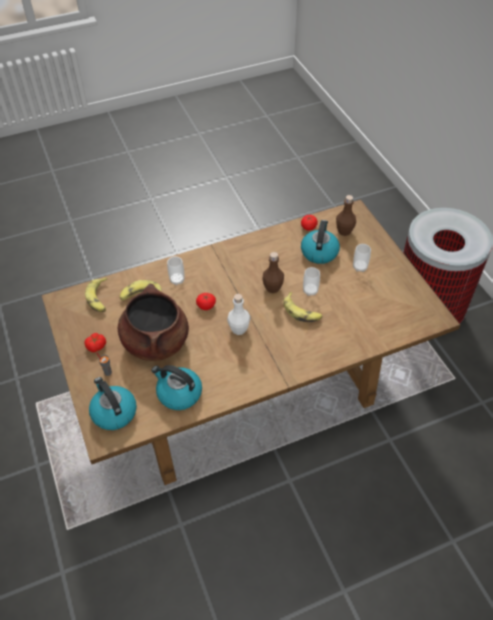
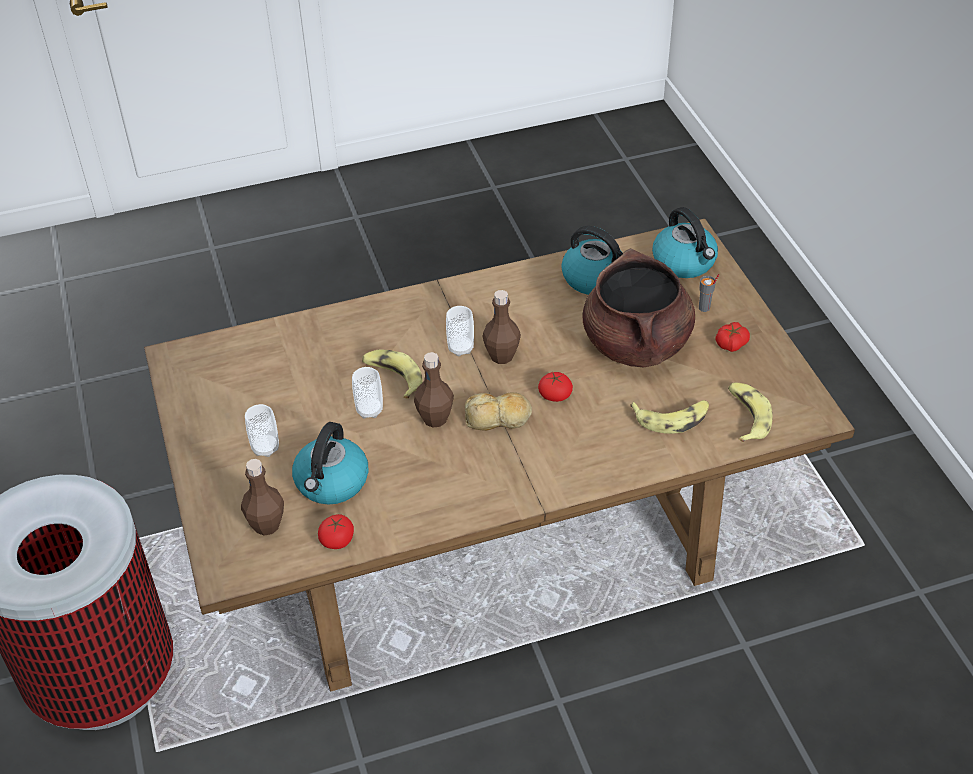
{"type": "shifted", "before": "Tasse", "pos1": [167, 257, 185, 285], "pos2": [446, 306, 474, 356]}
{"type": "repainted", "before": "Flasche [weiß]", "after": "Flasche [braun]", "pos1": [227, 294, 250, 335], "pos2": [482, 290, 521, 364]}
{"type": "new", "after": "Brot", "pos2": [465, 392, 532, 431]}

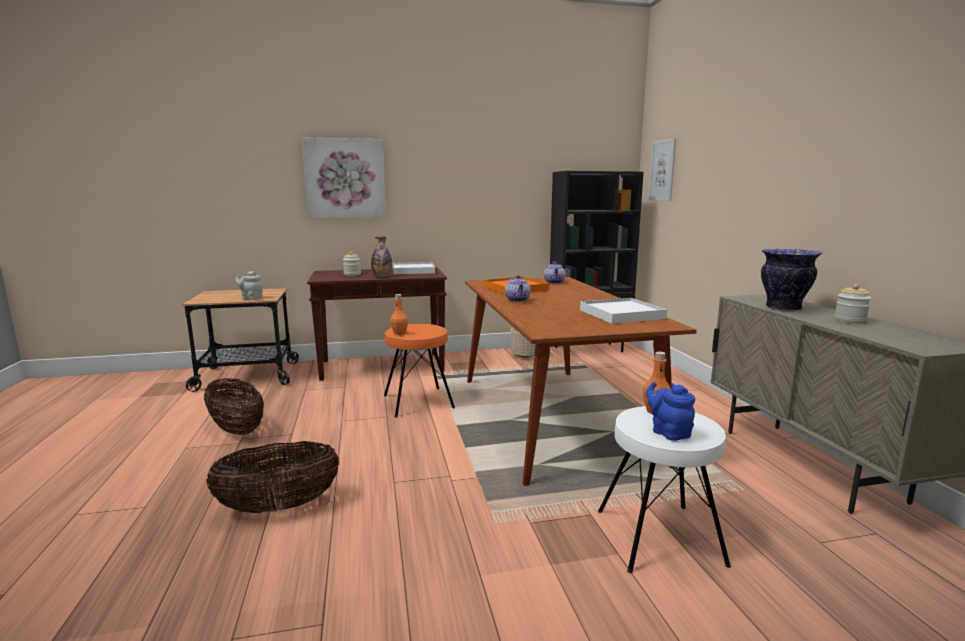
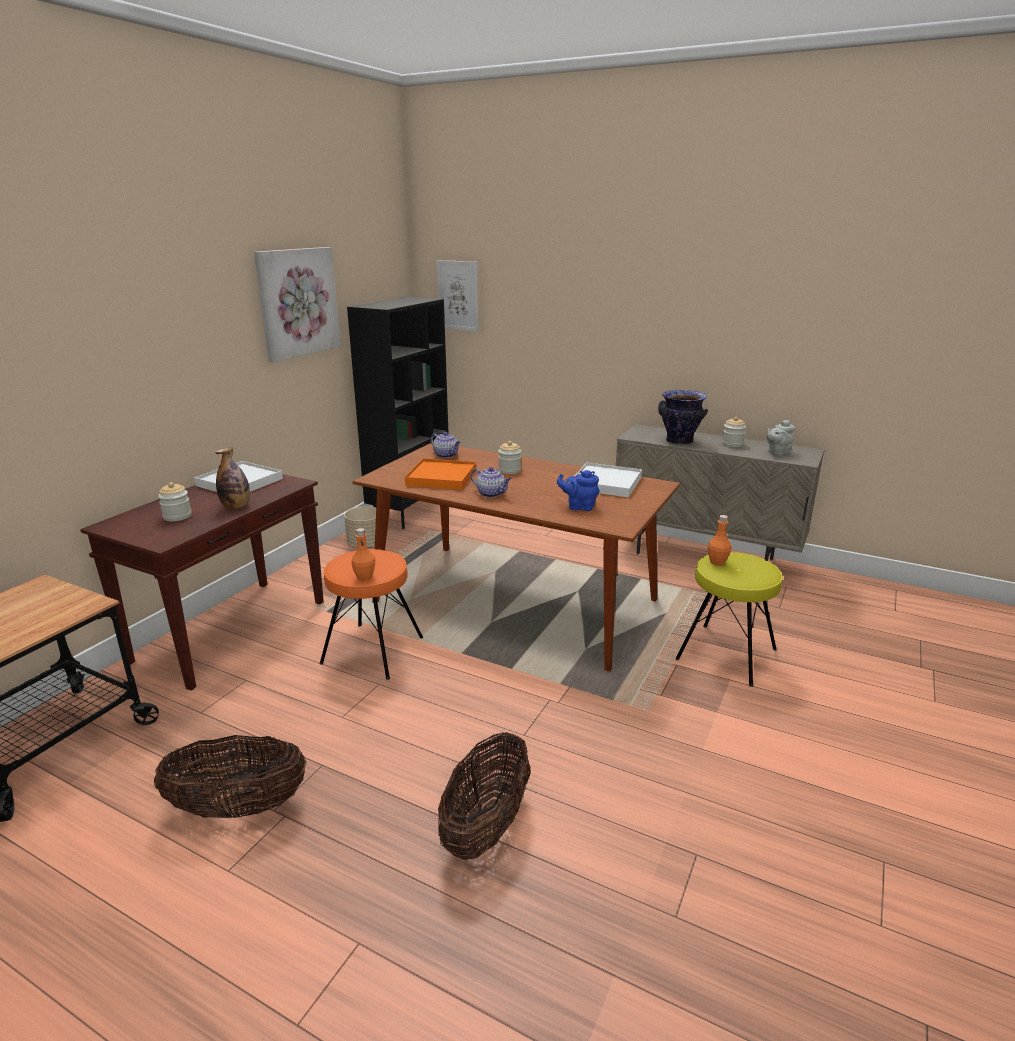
{"type": "shifted", "before": "Bild", "pos1": [302, 137, 386, 219], "pos2": [254, 247, 341, 363]}
{"type": "shifted", "before": "Teekanne [grau]", "pos1": [235, 271, 263, 300], "pos2": [767, 420, 795, 456]}
{"type": "shifted", "before": "Teekanne [blau]", "pos1": [646, 382, 695, 441], "pos2": [557, 470, 600, 511]}
{"type": "repainted", "before": "Hocker [weiß]", "after": "Hocker [gelb]", "pos1": [598, 406, 731, 573], "pos2": [676, 552, 782, 687]}
{"type": "new", "after": "Vorratsglas", "pos2": [498, 441, 521, 474]}

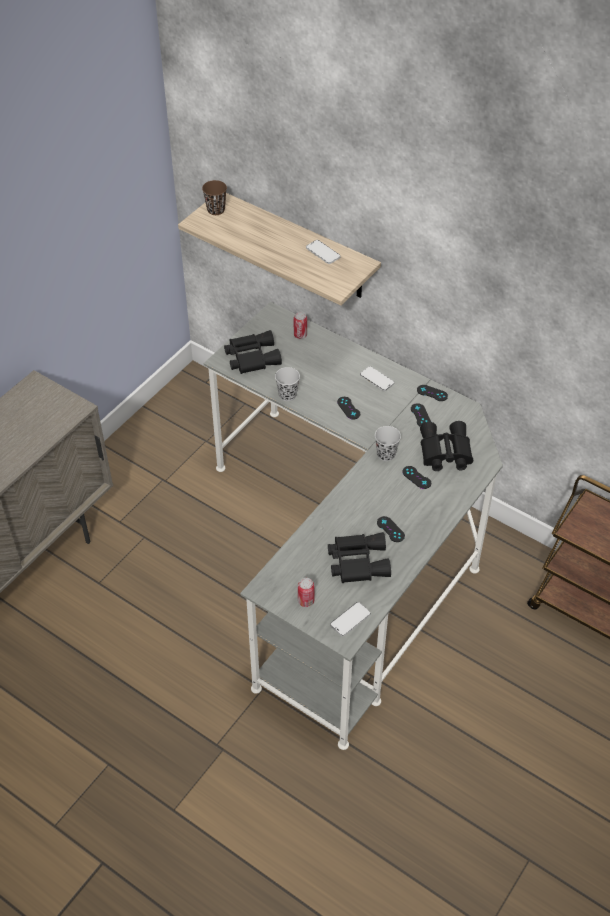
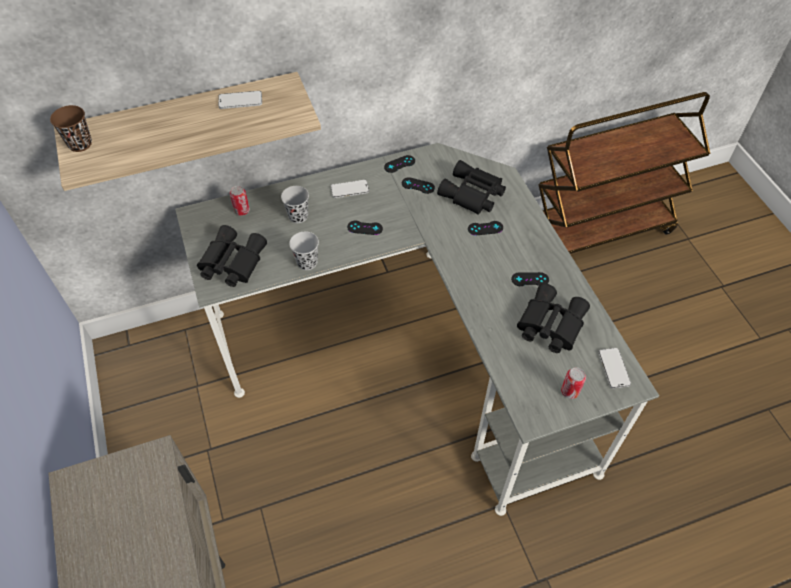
{"type": "shifted", "before": "Tasse [schwarz]", "pos1": [375, 426, 401, 461], "pos2": [281, 186, 309, 223]}

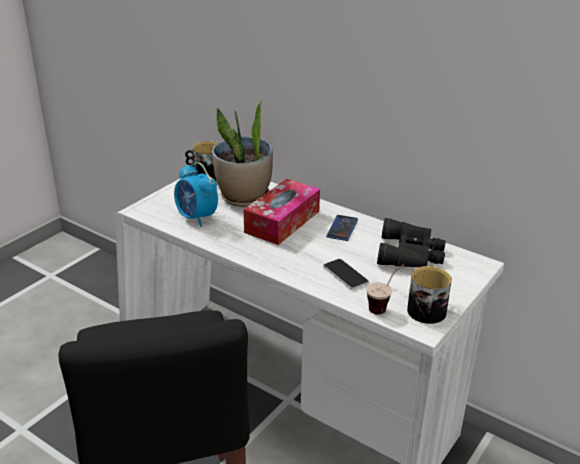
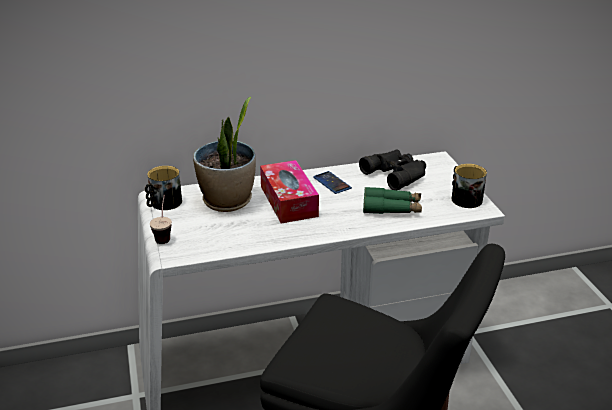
{"type": "gone", "before": "Wecker", "pos1": [174, 162, 218, 227]}
{"type": "swapped", "before": "Handy", "after": "Fernglas [grün]", "pos1": [323, 259, 369, 290], "pos2": [363, 187, 422, 214]}
{"type": "shifted", "before": "Tasse", "pos1": [366, 264, 405, 314], "pos2": [150, 195, 172, 244]}

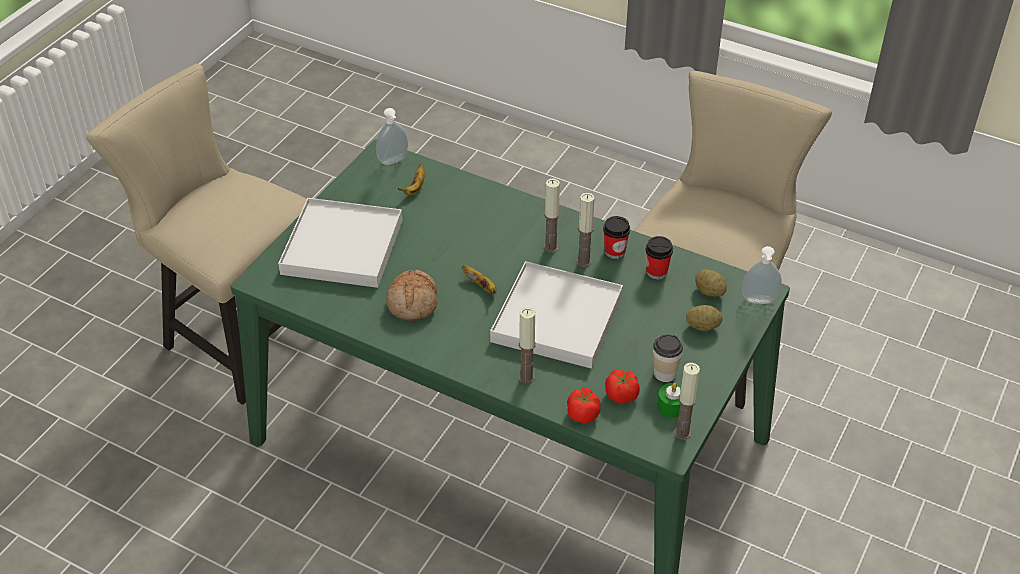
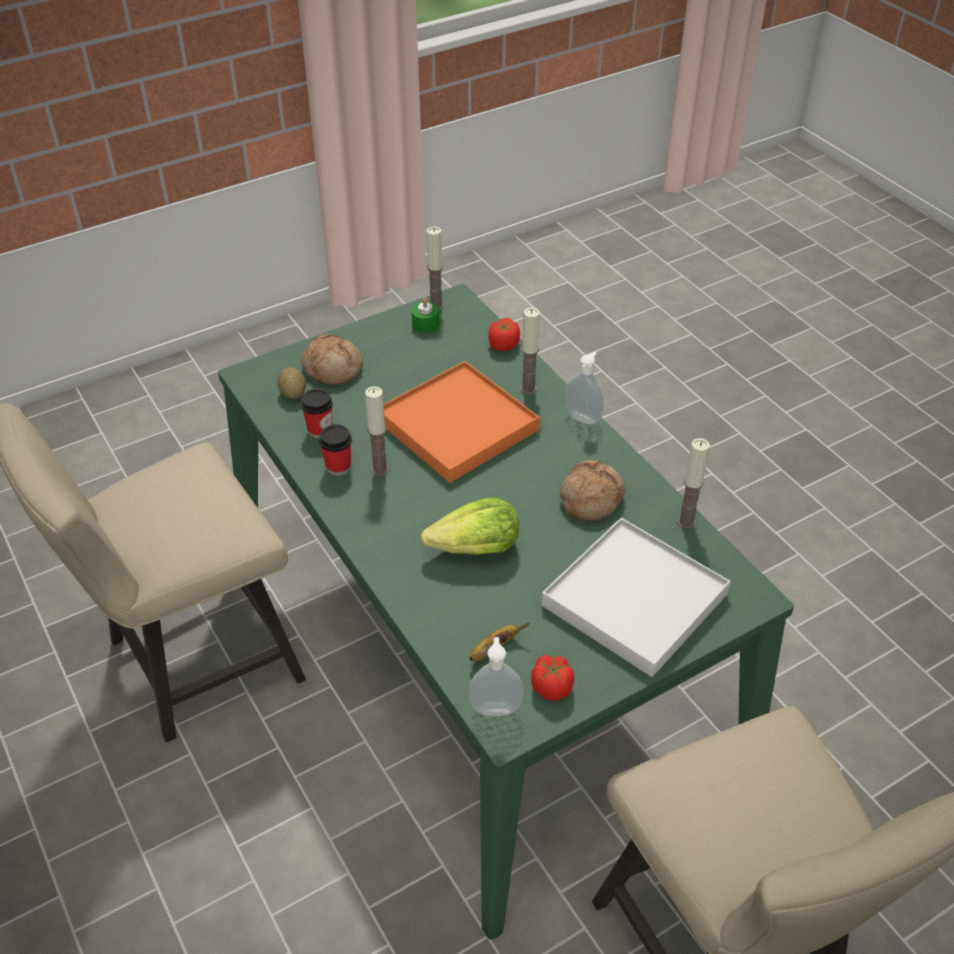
{"type": "shifted", "before": "Kerze", "pos1": [544, 179, 560, 253], "pos2": [677, 438, 710, 529]}
{"type": "shifted", "before": "Seifenspender", "pos1": [742, 246, 782, 304], "pos2": [565, 352, 604, 425]}
{"type": "repainted", "before": "Tablett [weiß]", "after": "Tablett [orange]", "pos1": [490, 261, 623, 369], "pos2": [384, 361, 540, 483]}
{"type": "gone", "before": "Banane", "pos1": [462, 265, 497, 294]}
{"type": "swapped", "before": "Kartoffel", "after": "Brot", "pos1": [686, 305, 723, 331], "pos2": [301, 334, 363, 385]}
{"type": "gone", "before": "Tasse", "pos1": [653, 334, 683, 382]}
{"type": "shifted", "before": "Tomate", "pos1": [605, 369, 640, 403], "pos2": [531, 655, 574, 701]}
{"type": "new", "after": "Salatkopf", "pos2": [421, 497, 519, 555]}

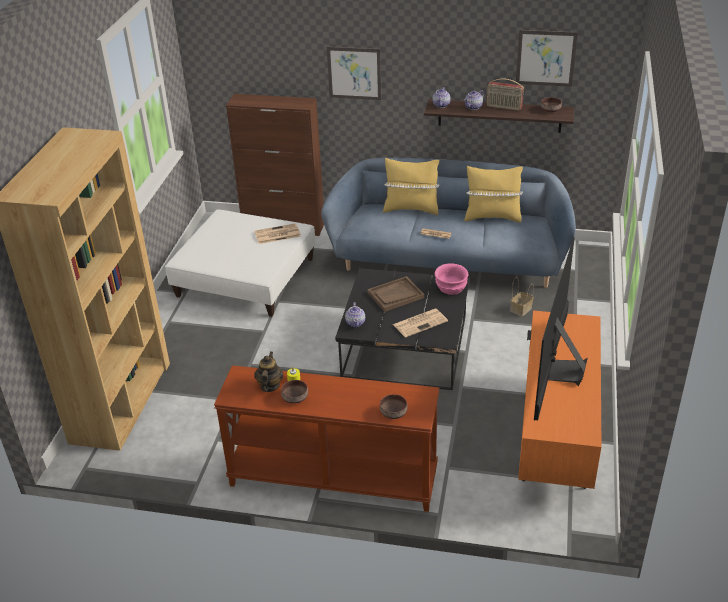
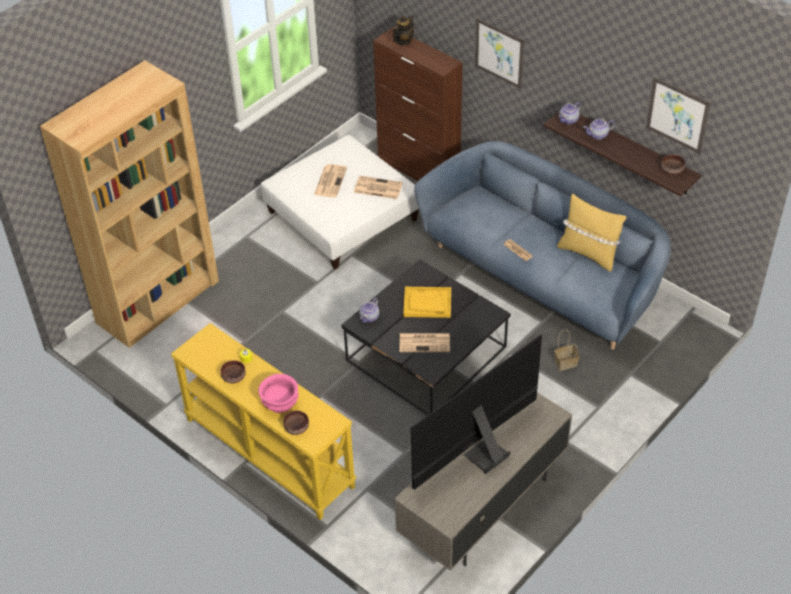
{"type": "gone", "before": "Radio", "pos1": [487, 79, 524, 111]}
{"type": "gone", "before": "Kissen [gelb]", "pos1": [383, 158, 439, 215]}
{"type": "shifted", "before": "Schüssel [rosa]", "pos1": [435, 263, 468, 295], "pos2": [258, 374, 299, 413]}
{"type": "repainted", "before": "Tablett [braun]", "after": "Tablett [gelb]", "pos1": [367, 276, 425, 312], "pos2": [403, 287, 451, 318]}
{"type": "repainted", "before": "Fernsehschrank [orange]", "after": "Fernsehschrank [grau]", "pos1": [518, 310, 602, 489], "pos2": [394, 393, 572, 571]}
{"type": "shifted", "before": "Teekanne", "pos1": [254, 352, 284, 392], "pos2": [393, 15, 414, 45]}
{"type": "repainted", "before": "Konsolentisch [braun]", "after": "Konsolentisch [gelb]", "pos1": [214, 365, 439, 512], "pos2": [171, 323, 356, 520]}
{"type": "new", "after": "Zeitung", "pos2": [314, 164, 347, 197]}

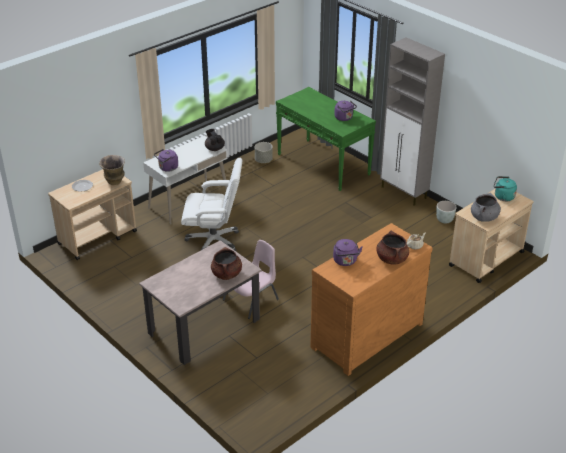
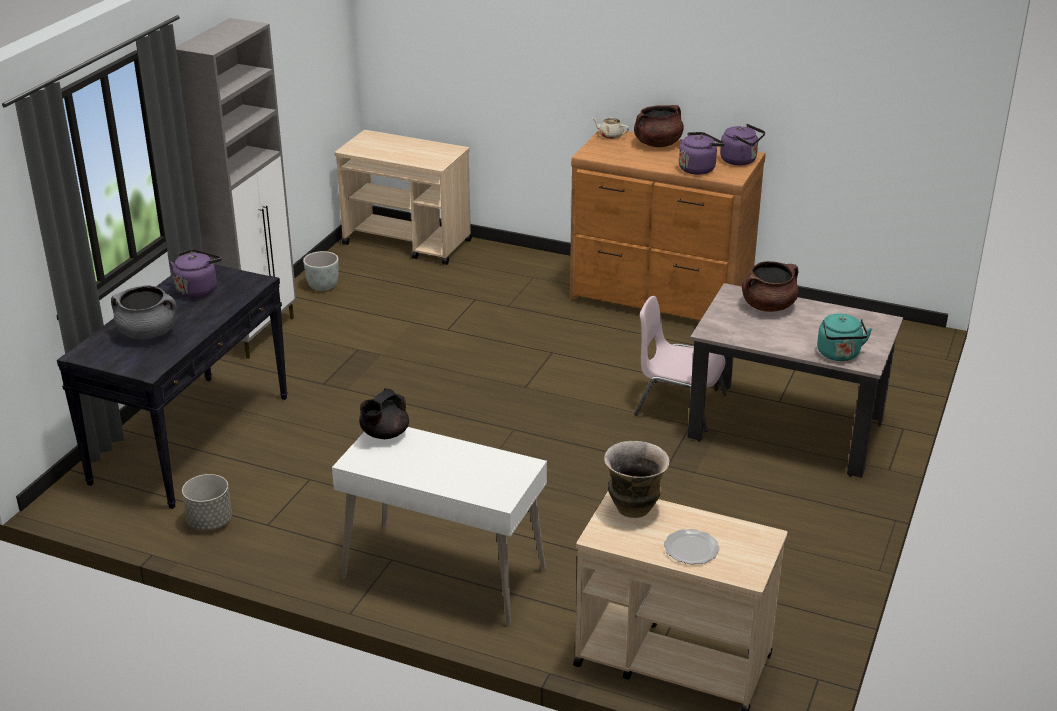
{"type": "repainted", "before": "Konsolentisch [grün]", "after": "Konsolentisch [schwarz]", "pos1": [276, 87, 376, 191], "pos2": [57, 264, 288, 509]}
{"type": "shifted", "before": "Wasserkessel [lila]", "pos1": [154, 149, 178, 172], "pos2": [720, 124, 765, 165]}
{"type": "gone", "before": "Bürostuhl [weiß]", "pos1": [181, 158, 242, 251]}
{"type": "shifted", "before": "Wasserkessel [türkis]", "pos1": [494, 176, 517, 201], "pos2": [817, 313, 872, 361]}
{"type": "shifted", "before": "Kochtopf [grau]", "pos1": [471, 193, 501, 222], "pos2": [111, 285, 177, 339]}

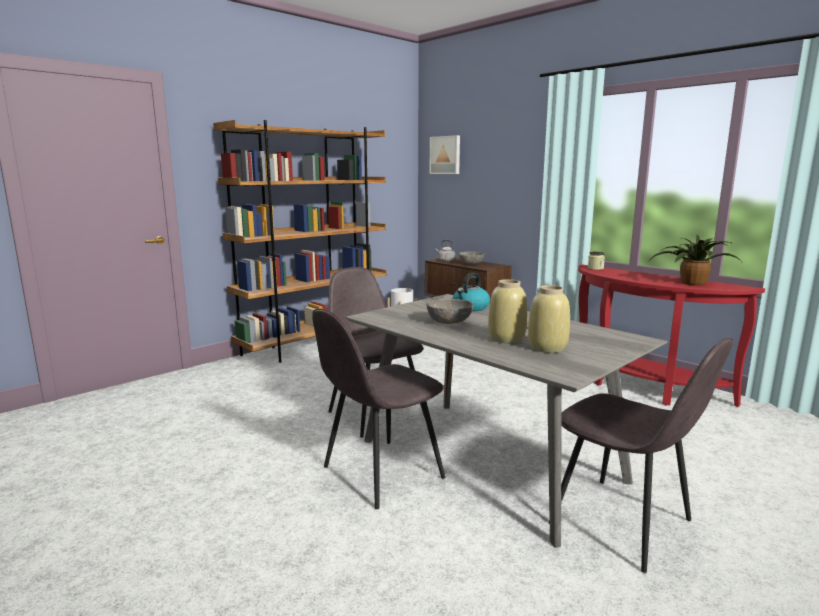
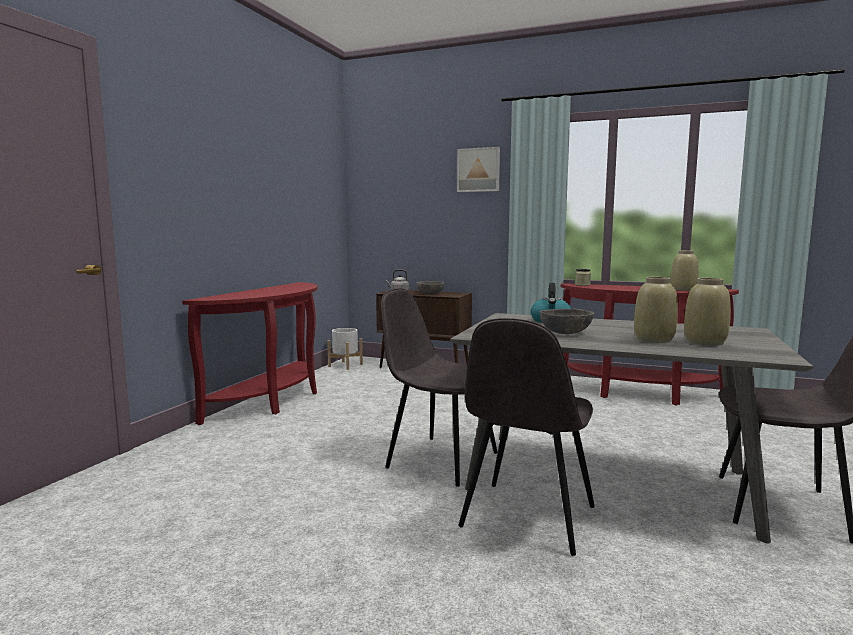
{"type": "swapped", "before": "Bücherregal [braun]", "after": "Konsolentisch [rot]", "pos1": [213, 120, 386, 363], "pos2": [182, 282, 317, 425]}
{"type": "shifted", "before": "Bild", "pos1": [429, 135, 460, 174], "pos2": [457, 147, 500, 192]}
{"type": "swapped", "before": "Topfpflanze", "after": "Vase [beige]", "pos1": [648, 235, 742, 286], "pos2": [671, 250, 699, 291]}

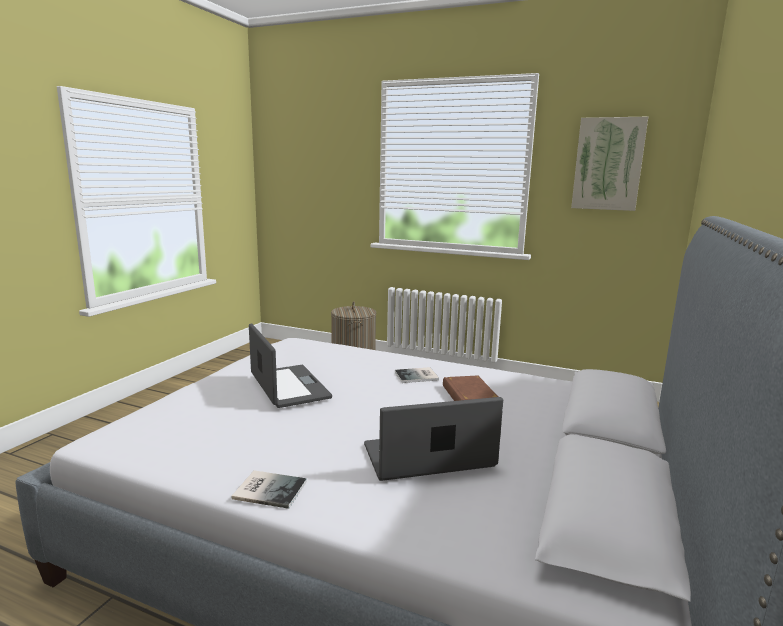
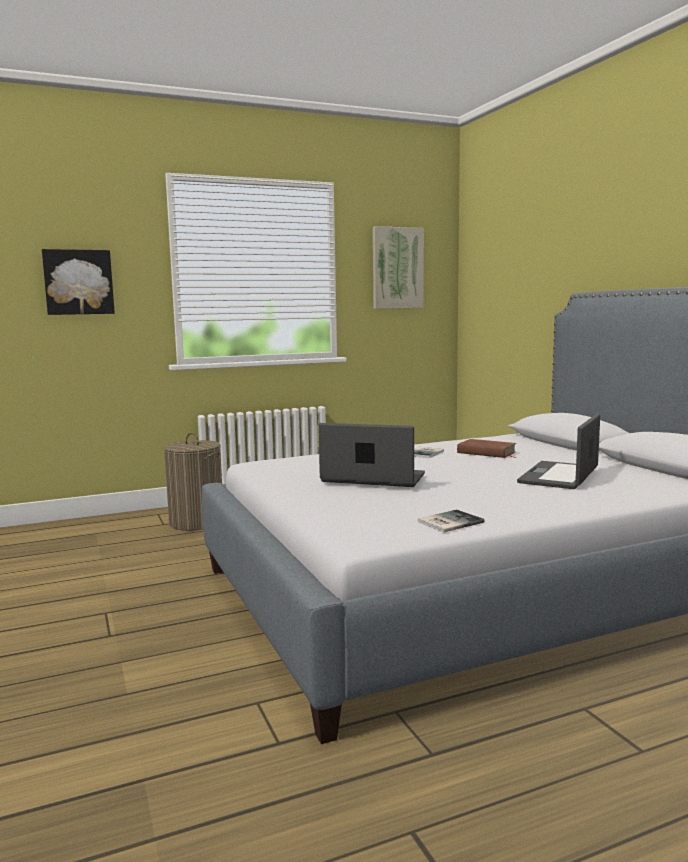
{"type": "shifted", "before": "Buch", "pos1": [232, 470, 307, 509], "pos2": [417, 510, 484, 532]}
{"type": "new", "after": "Bild", "pos2": [42, 249, 115, 315]}

